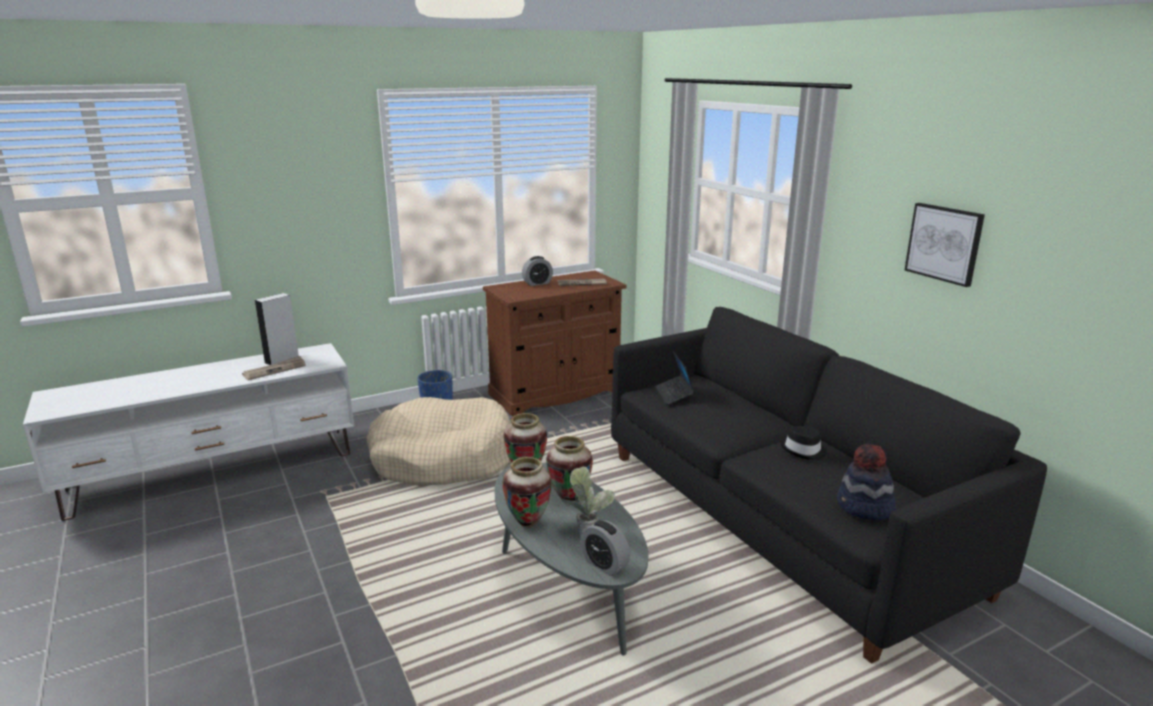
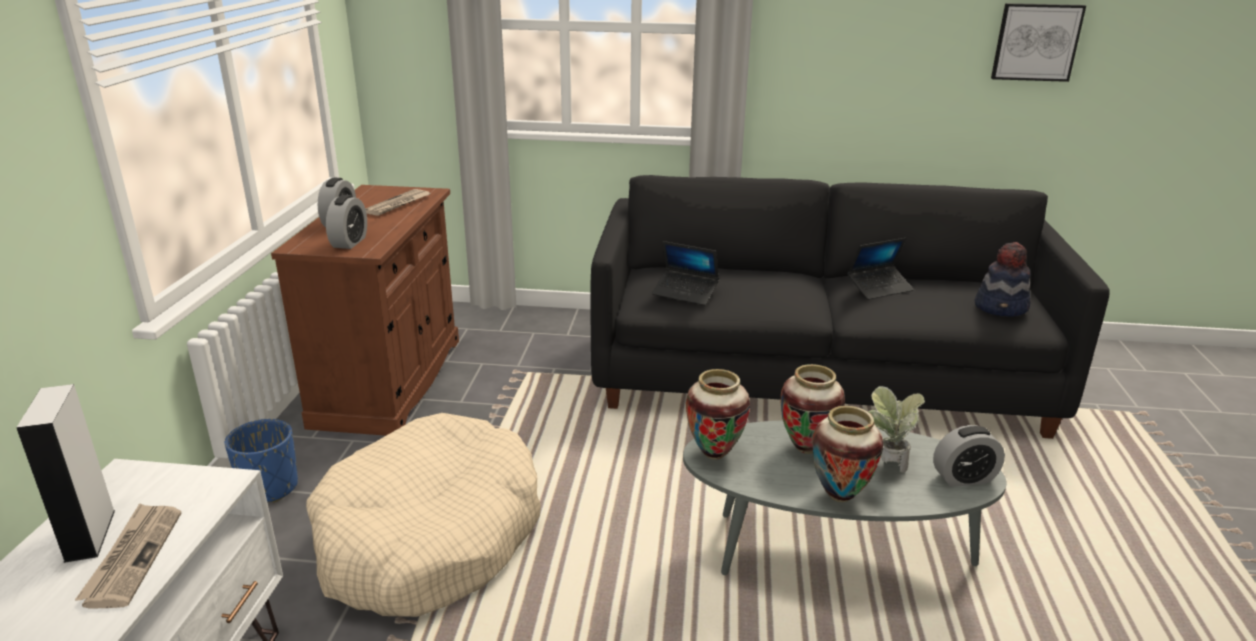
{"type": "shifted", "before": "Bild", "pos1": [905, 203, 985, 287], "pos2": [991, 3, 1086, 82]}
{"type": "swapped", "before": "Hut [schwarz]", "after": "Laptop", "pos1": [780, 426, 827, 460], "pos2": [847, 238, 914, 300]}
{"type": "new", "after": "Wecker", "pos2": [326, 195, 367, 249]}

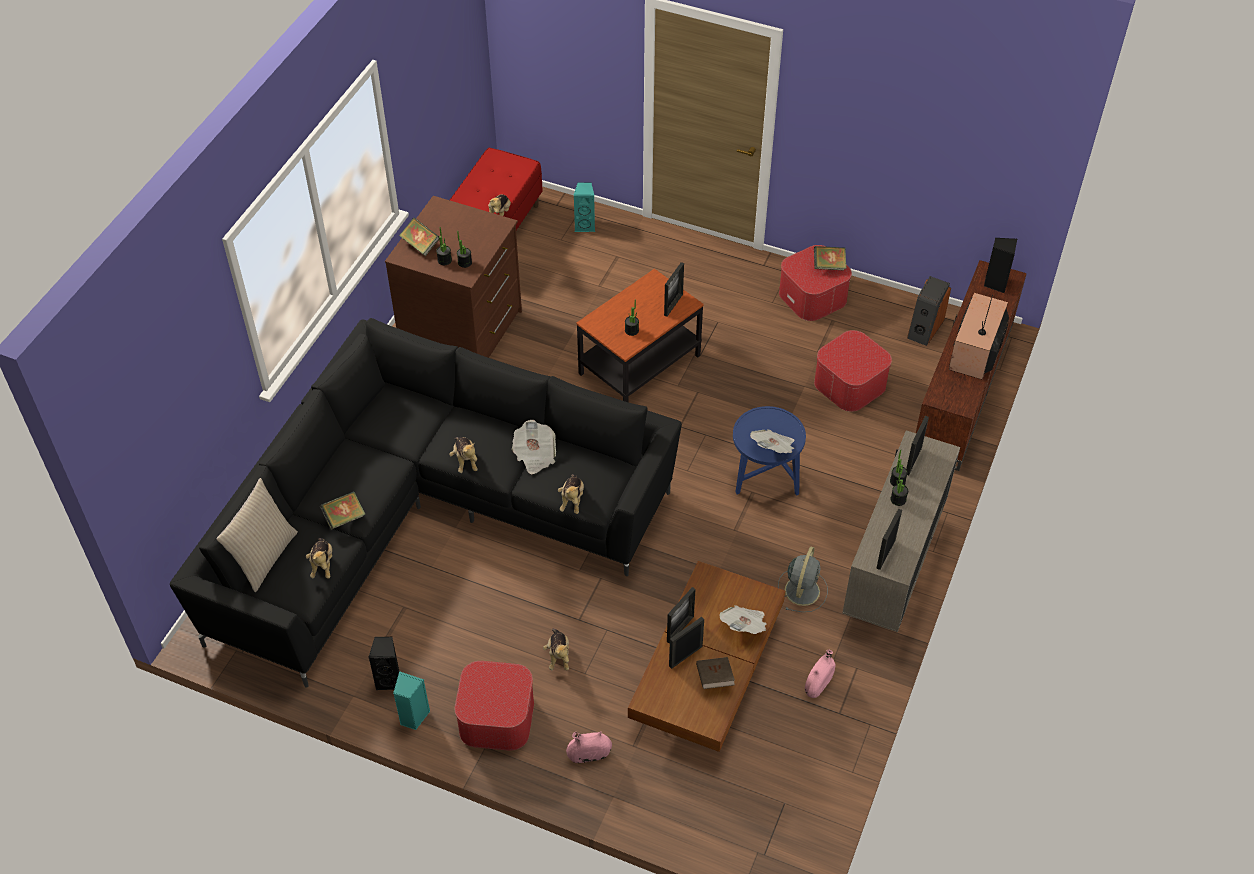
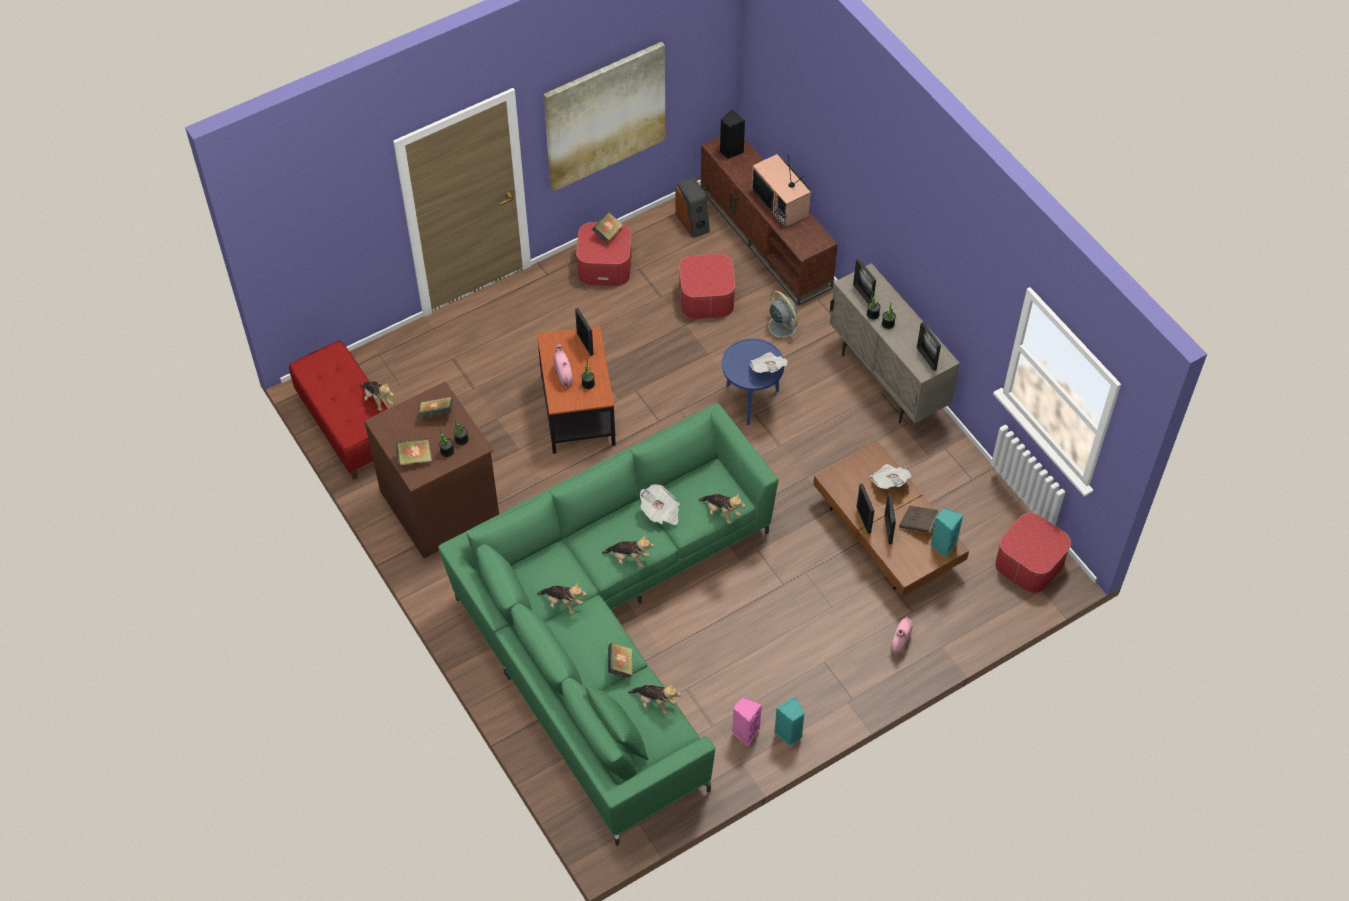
{"type": "shifted", "before": "Lautsprecher [türkis]", "pos1": [573, 182, 595, 232], "pos2": [930, 508, 963, 558]}
{"type": "repainted", "before": "Sofa [schwarz]", "after": "Sofa [grün]", "pos1": [170, 318, 682, 688], "pos2": [438, 403, 778, 846]}
{"type": "repainted", "before": "Kissen [beige]", "after": "Kissen [grün]", "pos1": [217, 478, 298, 592], "pos2": [585, 684, 648, 760]}
{"type": "shifted", "before": "Ventilator [grau]", "pos1": [778, 546, 828, 612], "pos2": [760, 291, 803, 344]}
{"type": "shifted", "before": "Plüschtier", "pos1": [543, 629, 569, 670], "pos2": [537, 582, 586, 614]}
{"type": "repainted", "before": "Lautsprecher [schwarz]", "after": "Lautsprecher [rosa]", "pos1": [368, 637, 399, 690], "pos2": [732, 697, 762, 746]}
{"type": "shifted", "before": "Vase [rosa]", "pos1": [805, 650, 836, 698], "pos2": [553, 344, 573, 387]}
{"type": "shifted", "before": "Polsterhocker", "pos1": [455, 661, 534, 751], "pos2": [995, 513, 1071, 593]}
{"type": "new", "after": "Bild", "pos2": [543, 42, 665, 191]}
{"type": "new", "after": "Buch", "pos2": [419, 397, 453, 418]}

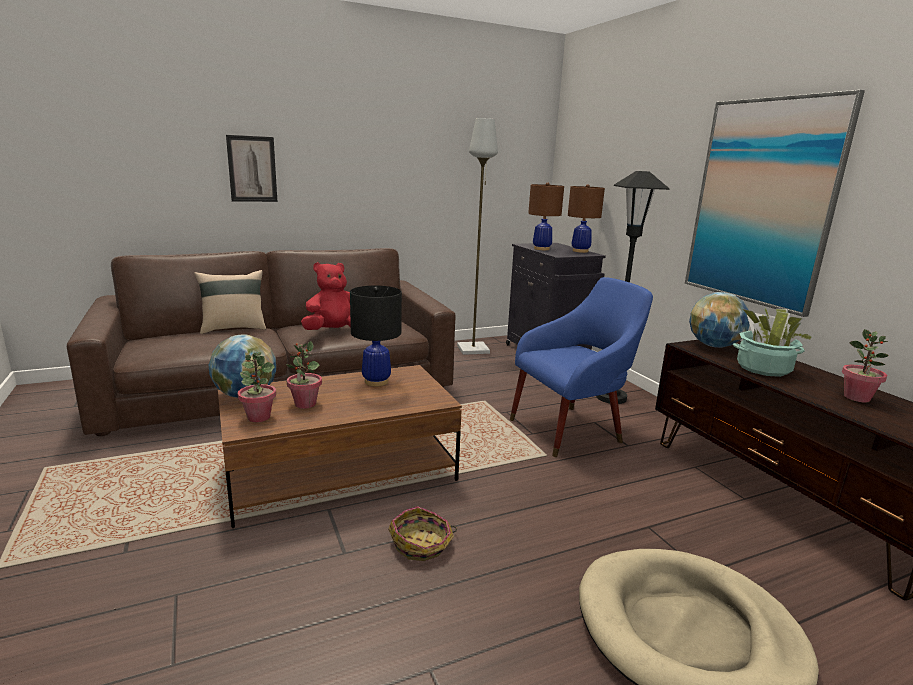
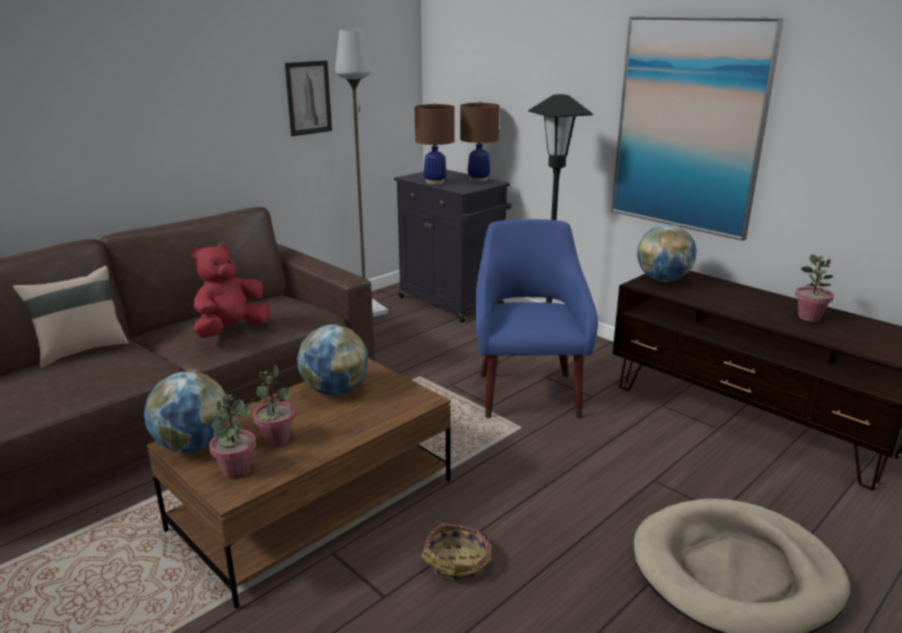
{"type": "shifted", "before": "Bild", "pos1": [226, 135, 277, 202], "pos2": [285, 61, 332, 136]}
{"type": "rotated", "before": "Sessel [blau]", "pos1": [510, 277, 653, 457], "pos2": [475, 219, 598, 419], "turn": -45}
{"type": "swapped", "before": "Tischlampe [schwarz]", "after": "Globus", "pos1": [350, 286, 402, 386], "pos2": [297, 325, 368, 395]}
{"type": "gone", "before": "Topfpflanze", "pos1": [733, 308, 814, 377]}

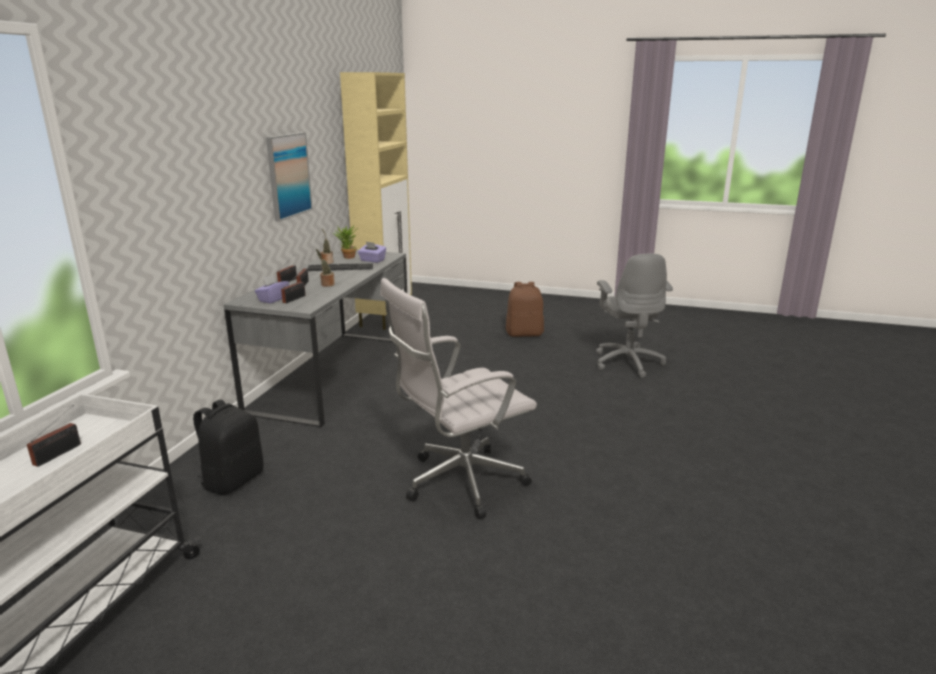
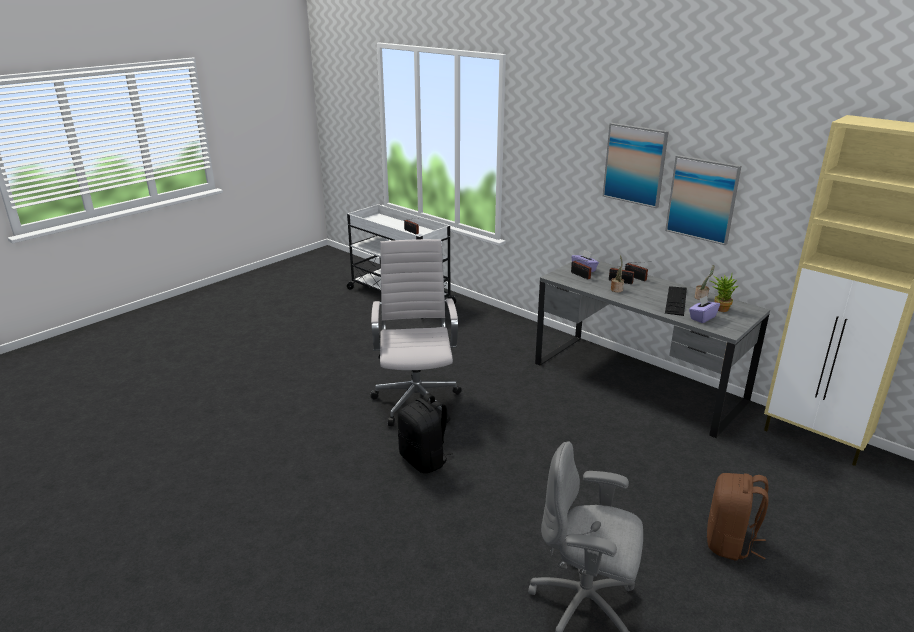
{"type": "shifted", "before": "Rucksack [schwarz]", "pos1": [193, 399, 263, 495], "pos2": [398, 393, 453, 473]}
{"type": "new", "after": "Bild", "pos2": [603, 123, 669, 208]}

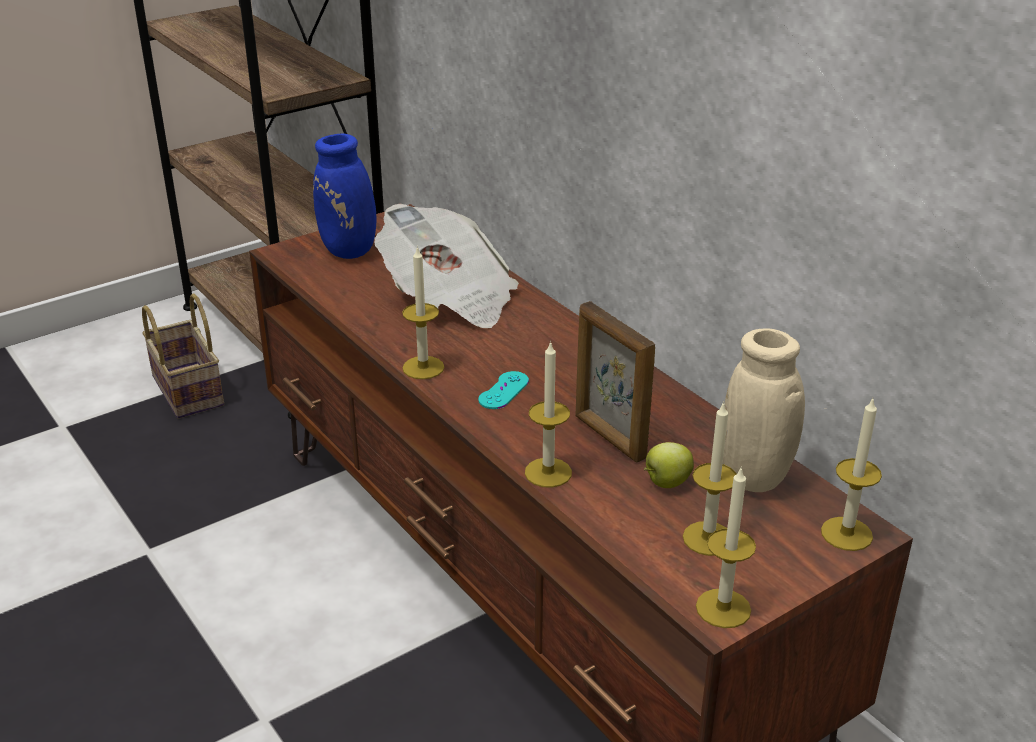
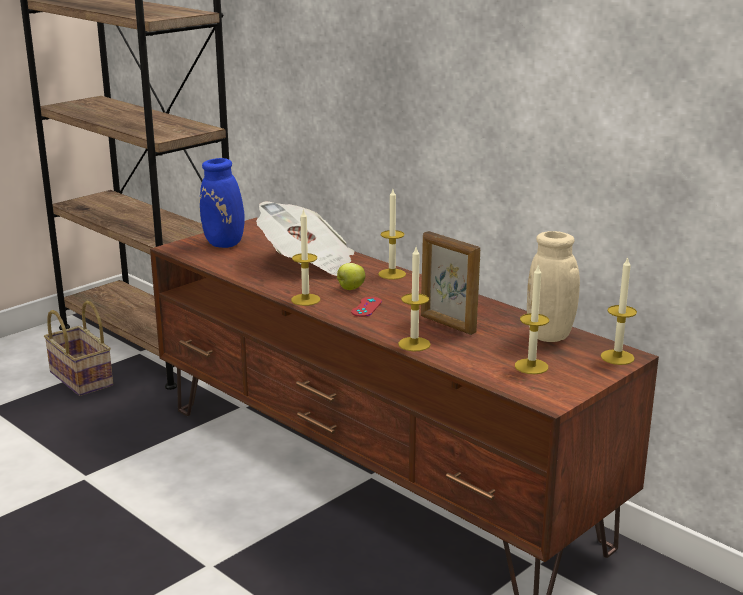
{"type": "repainted", "before": "Gamepad [türkis]", "after": "Gamepad [rot]", "pos1": [478, 371, 529, 409], "pos2": [351, 297, 382, 317]}
{"type": "shifted", "before": "Apfel", "pos1": [644, 442, 694, 488], "pos2": [337, 263, 366, 290]}
{"type": "shifted", "before": "Kerze", "pos1": [696, 466, 756, 628], "pos2": [378, 189, 406, 280]}

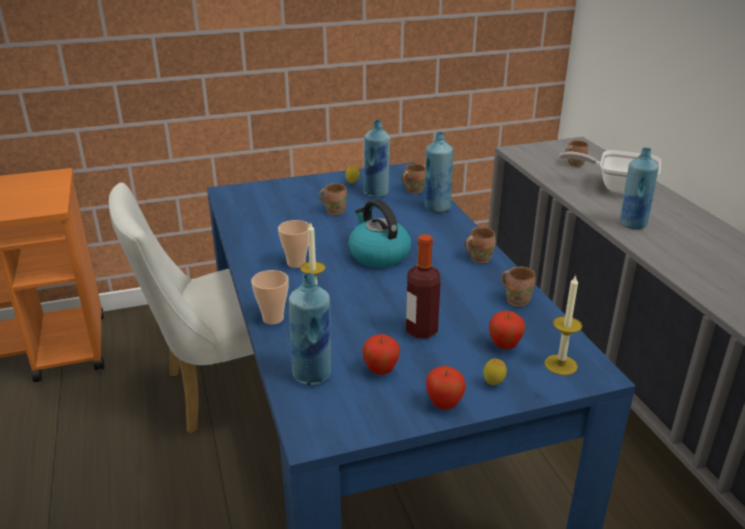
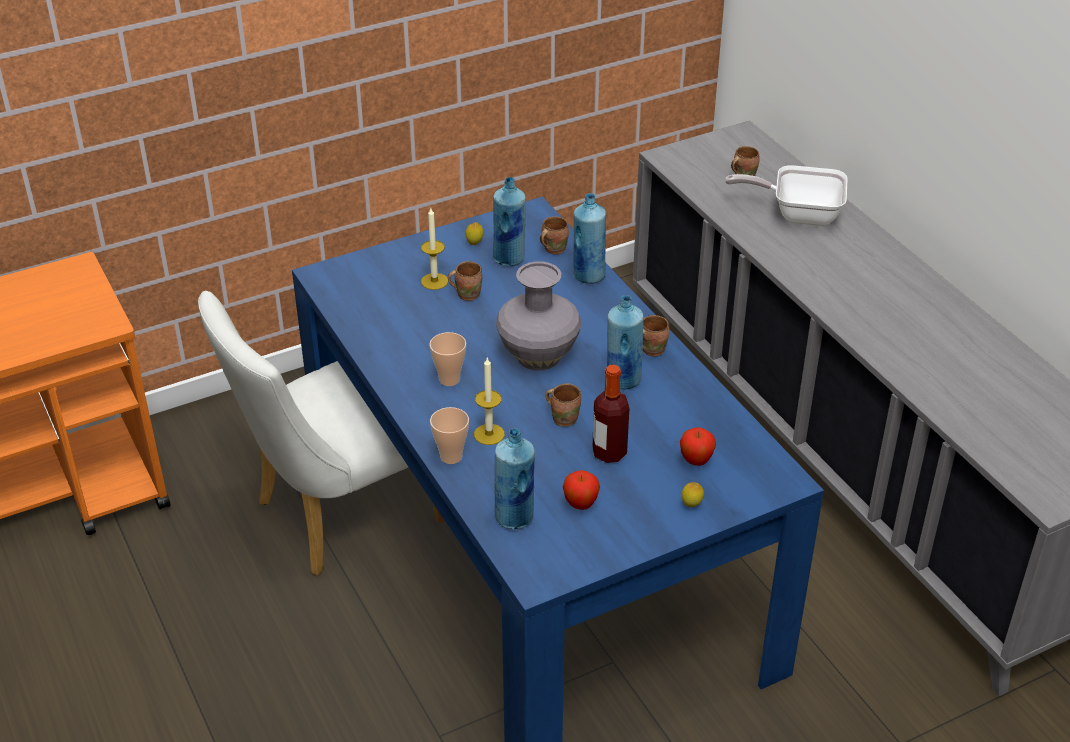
{"type": "shifted", "before": "Flasche [blau]", "pos1": [620, 147, 659, 229], "pos2": [607, 295, 644, 389]}
{"type": "swapped", "before": "Wasserkessel", "after": "Vase [grau]", "pos1": [348, 199, 411, 268], "pos2": [496, 261, 581, 371]}
{"type": "shifted", "before": "Henkelbecher [braun]", "pos1": [501, 266, 536, 306], "pos2": [545, 383, 581, 426]}
{"type": "shifted", "before": "Kerze", "pos1": [544, 274, 582, 375], "pos2": [421, 208, 448, 290]}
{"type": "gone", "before": "Apfel", "pos1": [426, 366, 466, 410]}

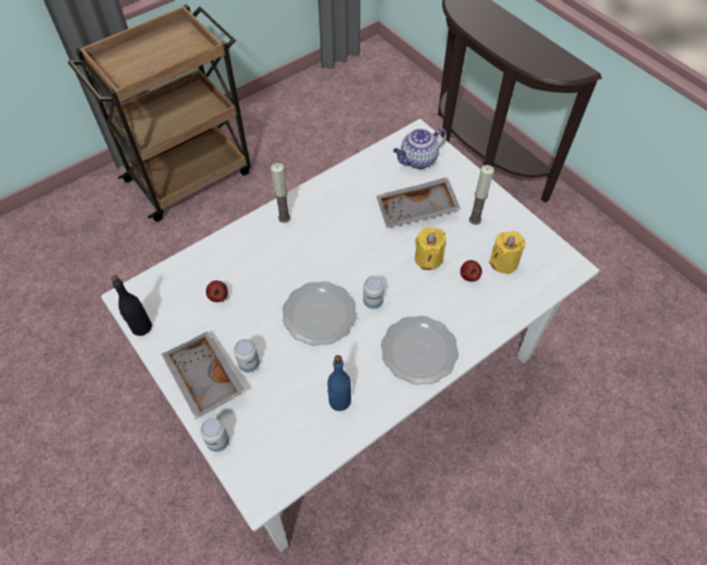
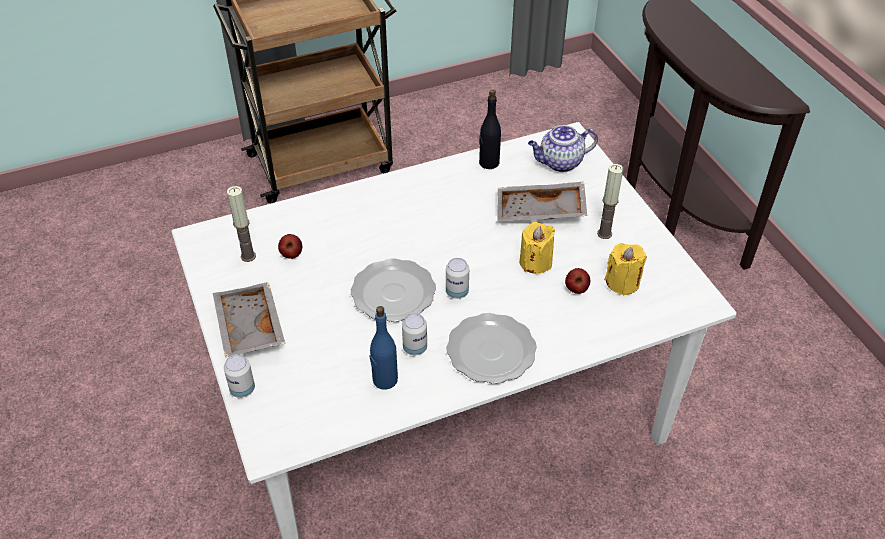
{"type": "shifted", "before": "Kerze", "pos1": [271, 163, 291, 223], "pos2": [227, 186, 256, 262]}
{"type": "shifted", "before": "Flasche [schwarz]", "pos1": [111, 275, 152, 336], "pos2": [479, 89, 501, 169]}
{"type": "shifted", "before": "Dose", "pos1": [234, 339, 260, 372], "pos2": [402, 313, 427, 355]}

